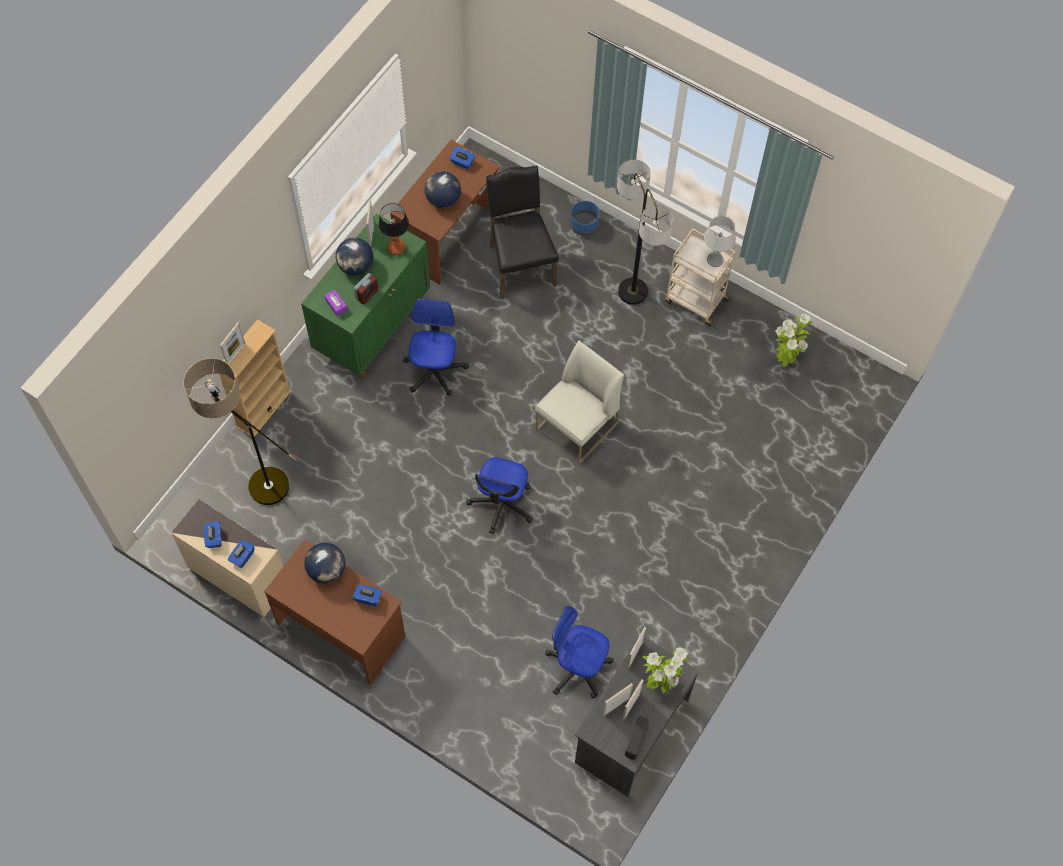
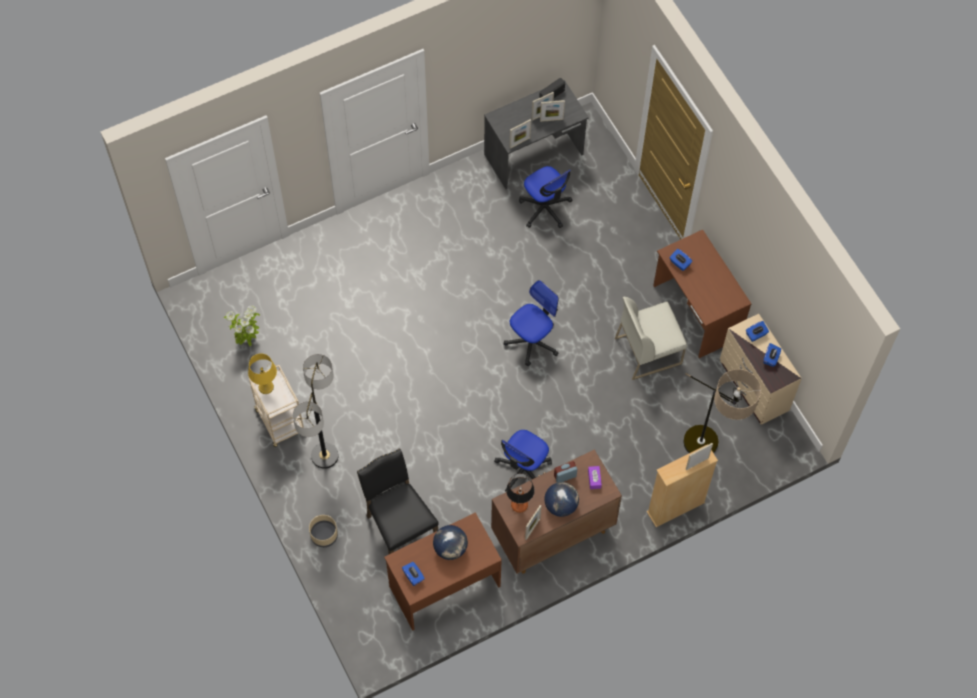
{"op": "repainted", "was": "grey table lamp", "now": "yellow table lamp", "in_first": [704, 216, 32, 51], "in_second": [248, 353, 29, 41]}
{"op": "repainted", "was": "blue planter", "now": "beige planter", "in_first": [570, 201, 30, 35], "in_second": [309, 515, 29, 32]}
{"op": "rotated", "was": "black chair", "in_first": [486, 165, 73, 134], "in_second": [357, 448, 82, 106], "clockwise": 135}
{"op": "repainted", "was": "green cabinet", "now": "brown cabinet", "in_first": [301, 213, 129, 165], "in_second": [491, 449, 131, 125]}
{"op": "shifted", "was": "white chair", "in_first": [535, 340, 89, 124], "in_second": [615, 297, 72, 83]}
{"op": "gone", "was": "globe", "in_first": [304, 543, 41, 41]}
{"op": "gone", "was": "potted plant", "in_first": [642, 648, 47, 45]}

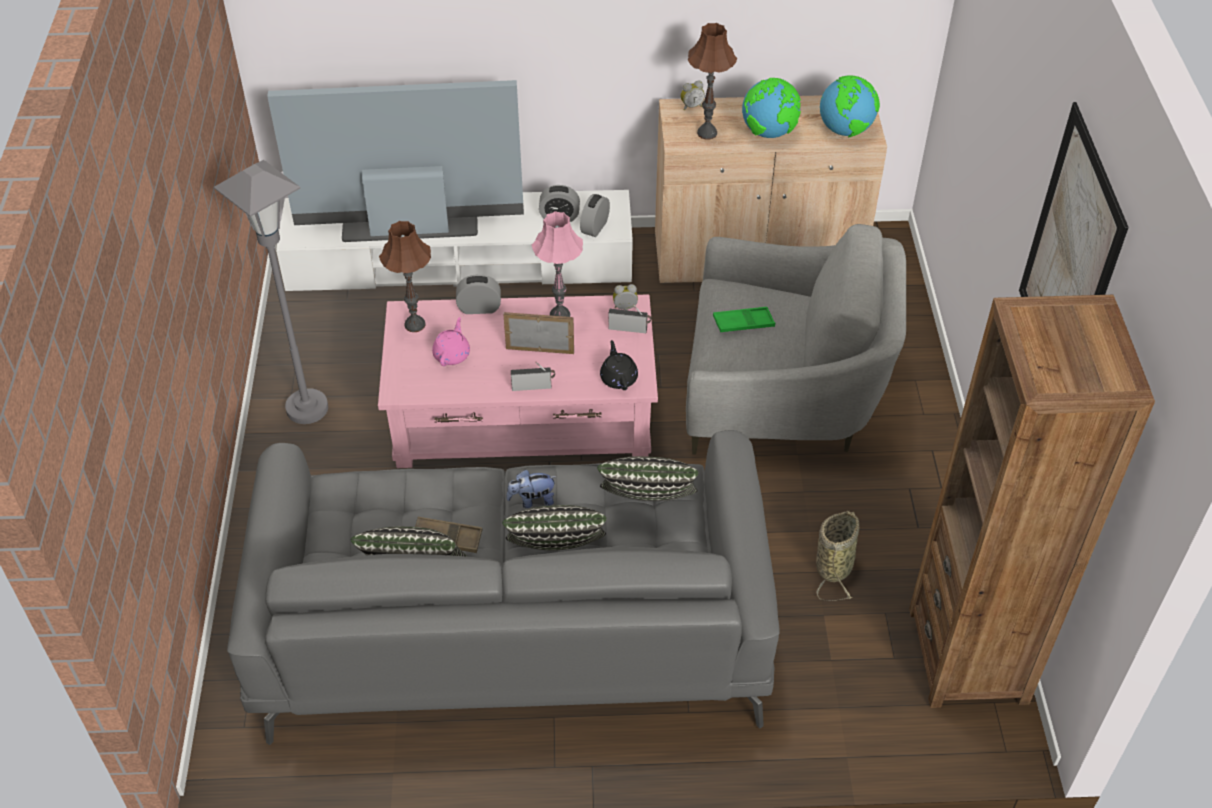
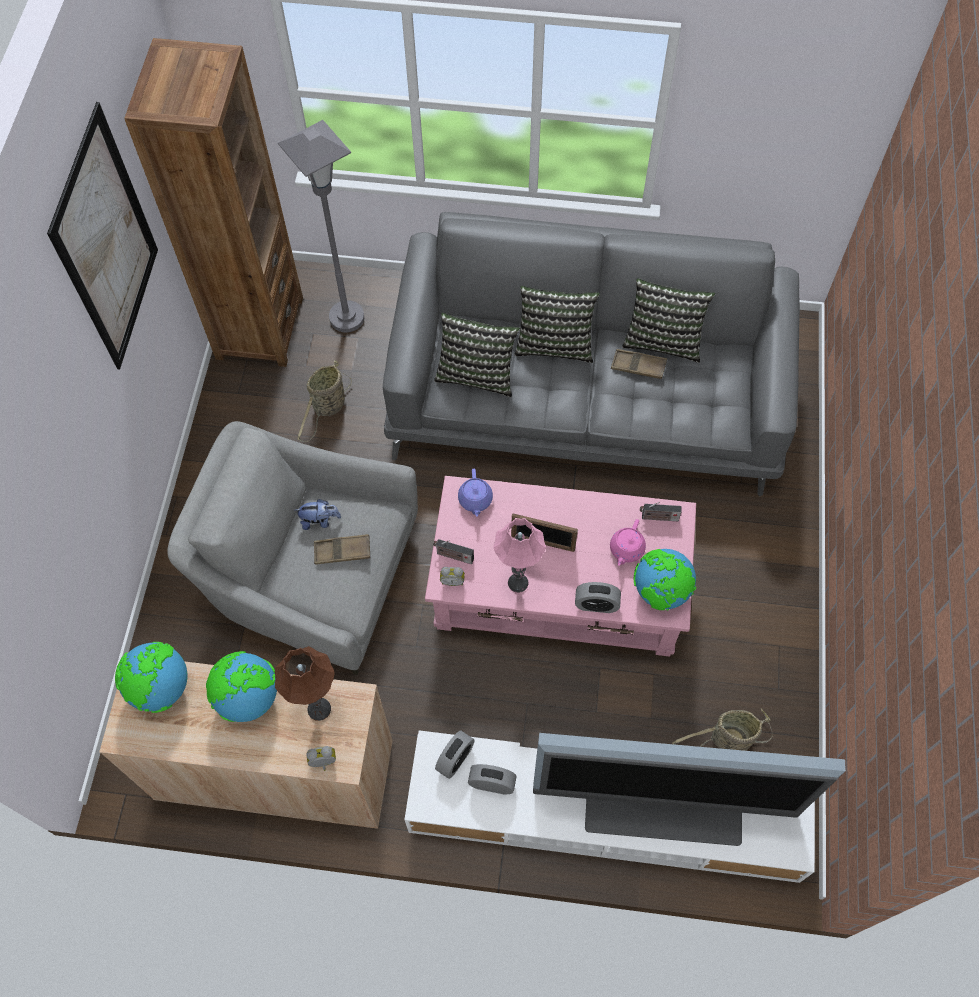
{"op": "shifted", "was": "grey floor lamp", "in_first": [214, 160, 114, 264], "in_second": [278, 120, 86, 212]}
{"op": "shifted", "was": "plush toy", "in_first": [507, 470, 50, 38], "in_second": [295, 499, 46, 31]}
{"op": "repainted", "was": "green tray", "now": "brown tray", "in_first": [713, 307, 62, 25], "in_second": [314, 534, 56, 31]}
{"op": "repainted", "was": "black teapot", "now": "purple teapot", "in_first": [600, 340, 38, 50], "in_second": [458, 469, 35, 48]}
{"op": "swapped", "was": "brown table lamp", "now": "globe", "in_first": [379, 221, 52, 111], "in_second": [634, 549, 63, 62]}
{"op": "shifted", "was": "radio", "in_first": [511, 362, 44, 29], "in_second": [640, 502, 42, 19]}
{"op": "new", "now": "basket", "in_second": [672, 709, 101, 42]}

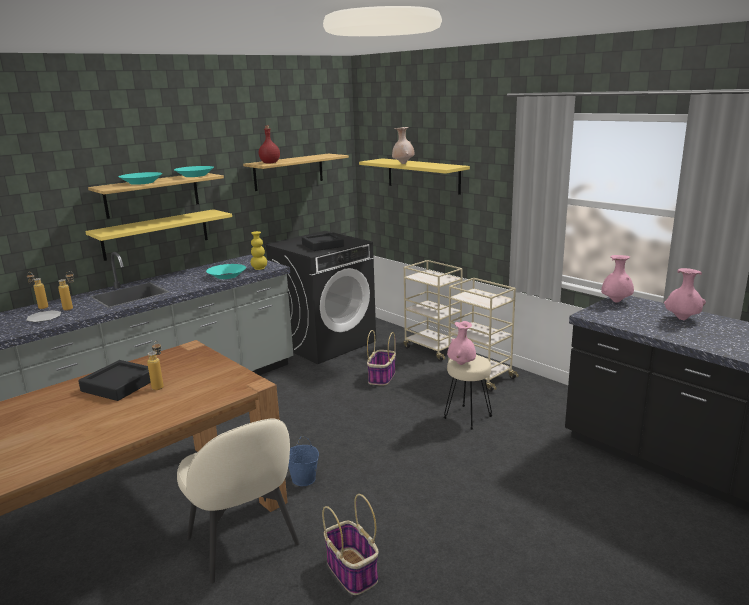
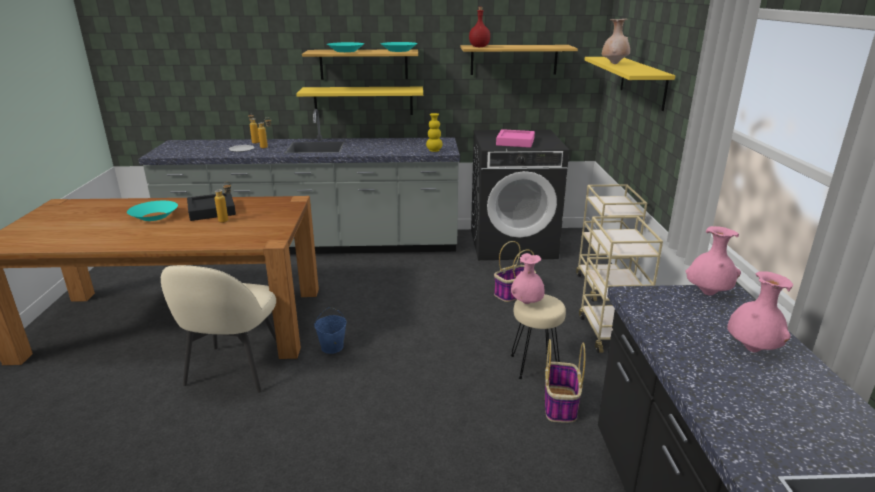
{"op": "shifted", "was": "turquoise bowl", "in_first": [206, 264, 40, 15], "in_second": [127, 201, 51, 20]}
{"op": "repainted", "was": "black tray", "now": "pink tray", "in_first": [302, 233, 42, 18], "in_second": [496, 129, 39, 19]}
{"op": "shifted", "was": "basket", "in_first": [322, 494, 57, 101], "in_second": [545, 339, 40, 84]}

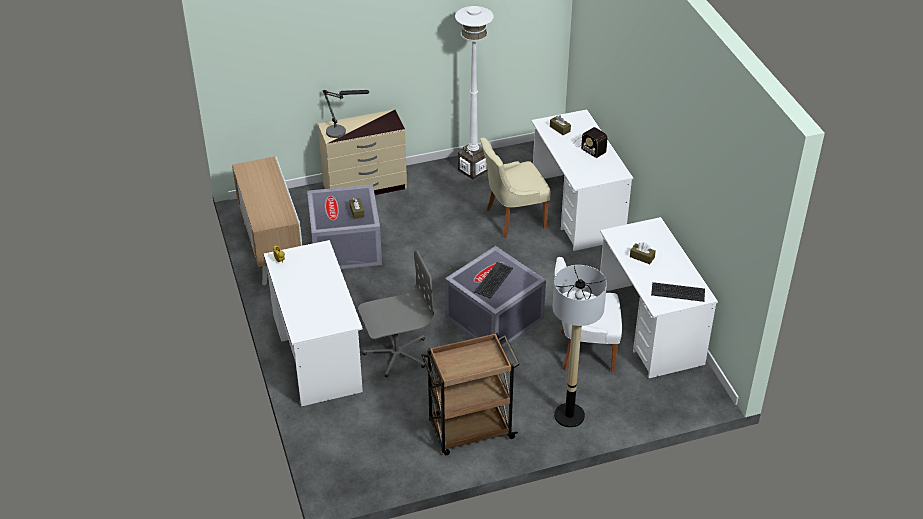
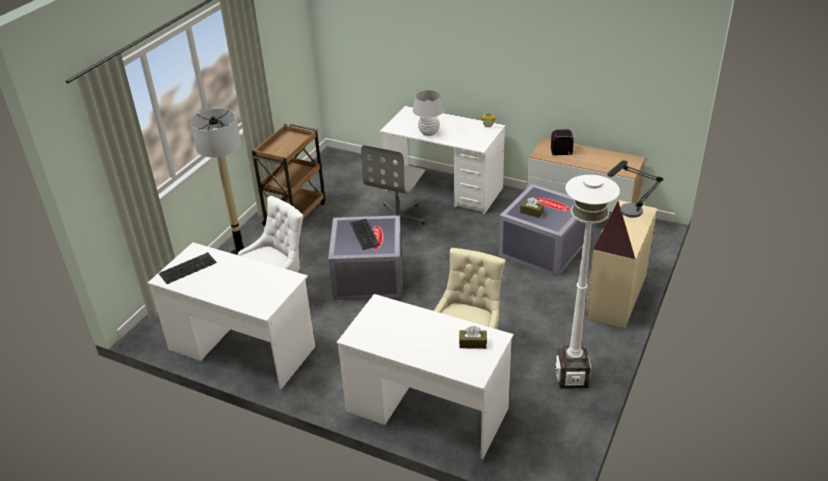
{"op": "new", "now": "white table lamp", "in_second": [413, 90, 31, 46]}
{"op": "shifted", "was": "radio", "in_first": [574, 127, 33, 31], "in_second": [551, 129, 35, 30]}
{"op": "gone", "was": "brown tissue box", "in_first": [630, 242, 26, 22]}

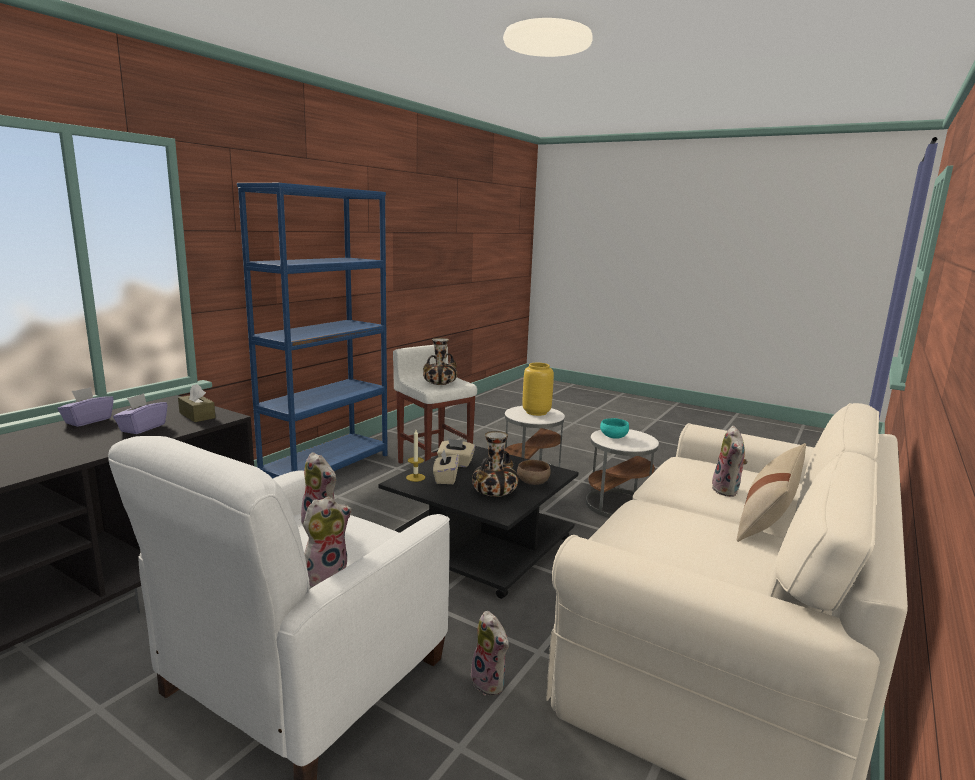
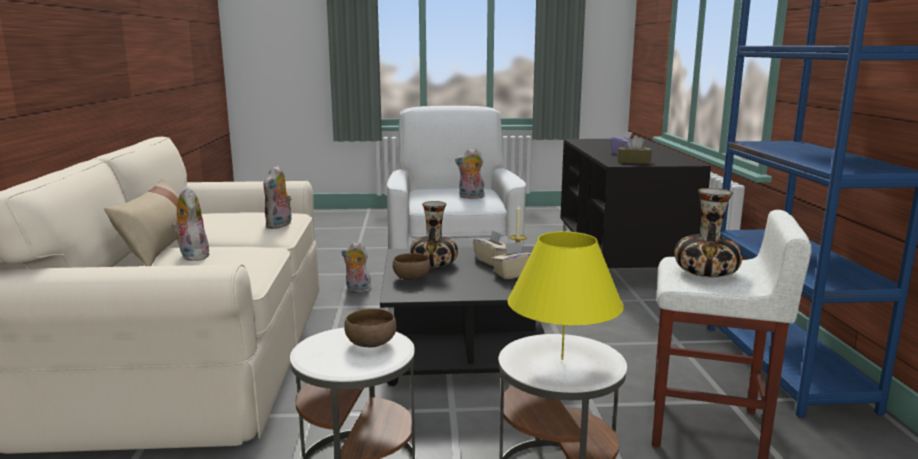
{"op": "shifted", "was": "plush toy", "in_first": [303, 496, 49, 92], "in_second": [263, 165, 29, 64]}
{"op": "repainted", "was": "turquoise bowl", "now": "brown bowl", "in_first": [600, 418, 29, 21], "in_second": [344, 308, 53, 39]}
{"op": "swapped", "was": "yellow vase", "now": "yellow table lamp", "in_first": [522, 363, 32, 53], "in_second": [508, 231, 116, 129]}
{"op": "gone", "was": "purple tissue box", "in_first": [58, 387, 56, 40]}

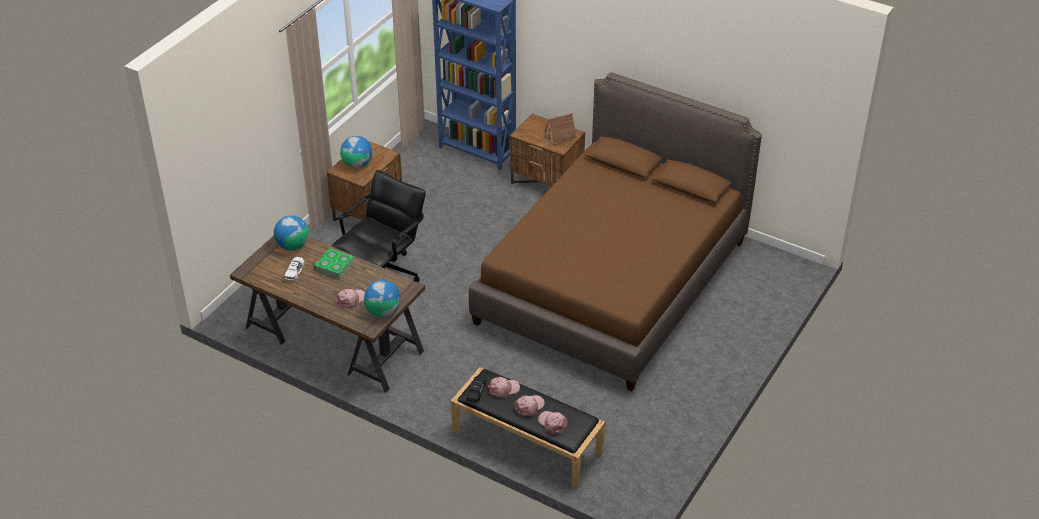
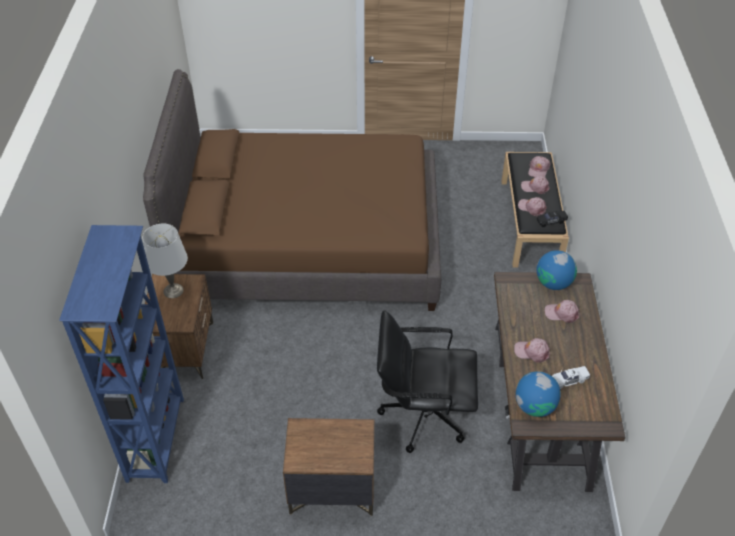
{"op": "swapped", "was": "toy house", "now": "white table lamp", "in_first": [541, 113, 35, 33], "in_second": [143, 224, 45, 74]}
{"op": "swapped", "was": "book", "now": "pink cap", "in_first": [314, 248, 41, 32], "in_second": [514, 338, 36, 25]}
{"op": "gone", "was": "globe", "in_first": [340, 136, 33, 32]}

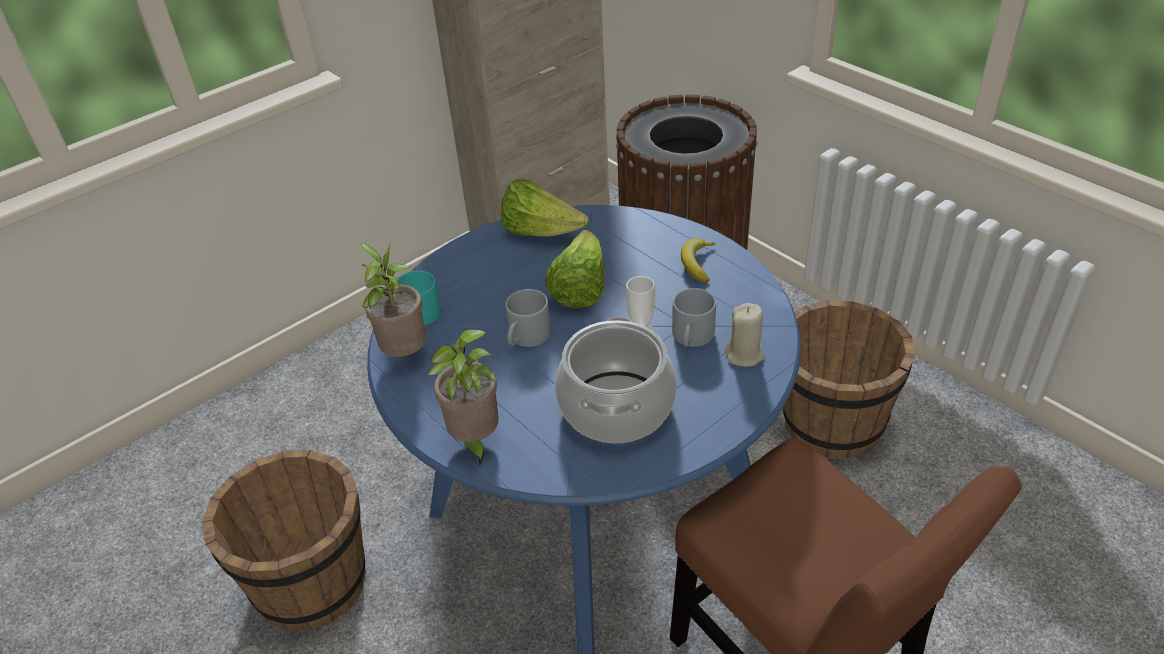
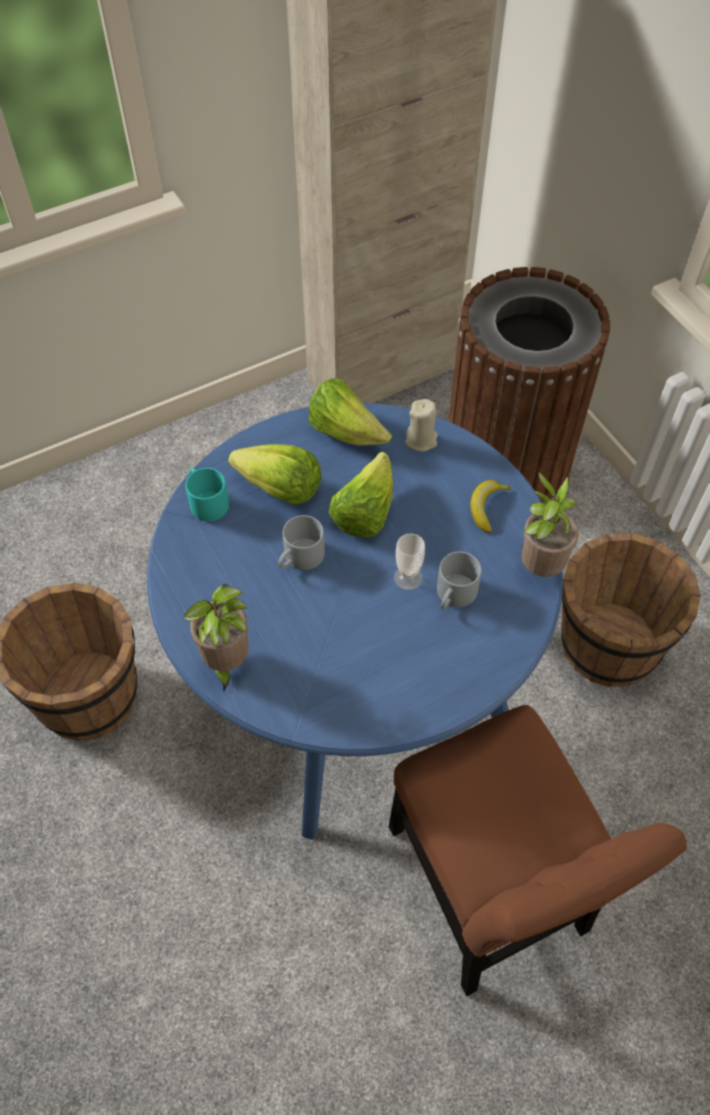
{"op": "new", "now": "lettuce", "in_second": [228, 444, 94, 61]}
{"op": "shifted", "was": "beige candle", "in_first": [725, 303, 40, 64], "in_second": [405, 399, 33, 53]}
{"op": "shifted", "was": "potted plant", "in_first": [361, 242, 65, 115], "in_second": [521, 471, 58, 106]}
{"op": "gone", "was": "cooking pot", "in_first": [555, 317, 121, 126]}

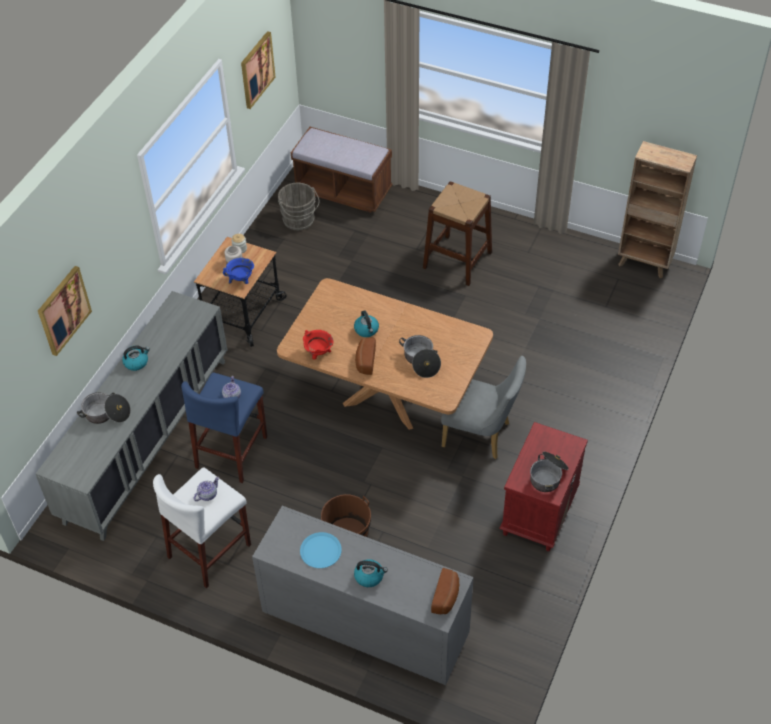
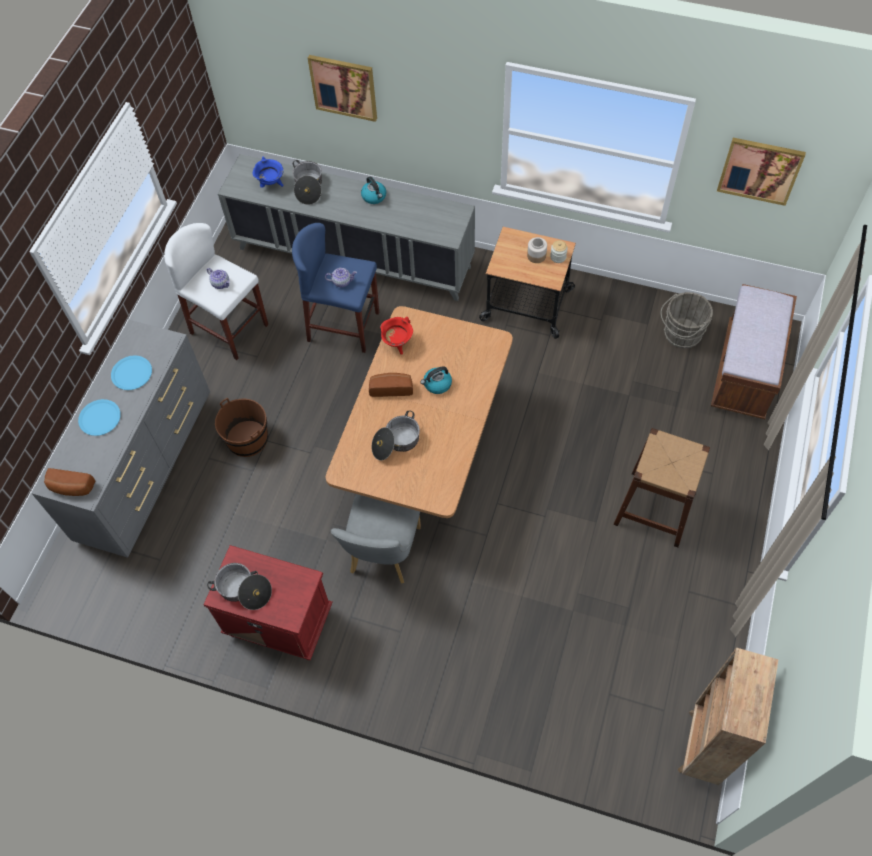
{"op": "swapped", "was": "kettle", "now": "blue plate", "in_first": [354, 559, 34, 28], "in_second": [78, 399, 43, 37]}
{"op": "shifted", "was": "blue cooking pot", "in_first": [223, 258, 31, 26], "in_second": [252, 157, 32, 31]}

